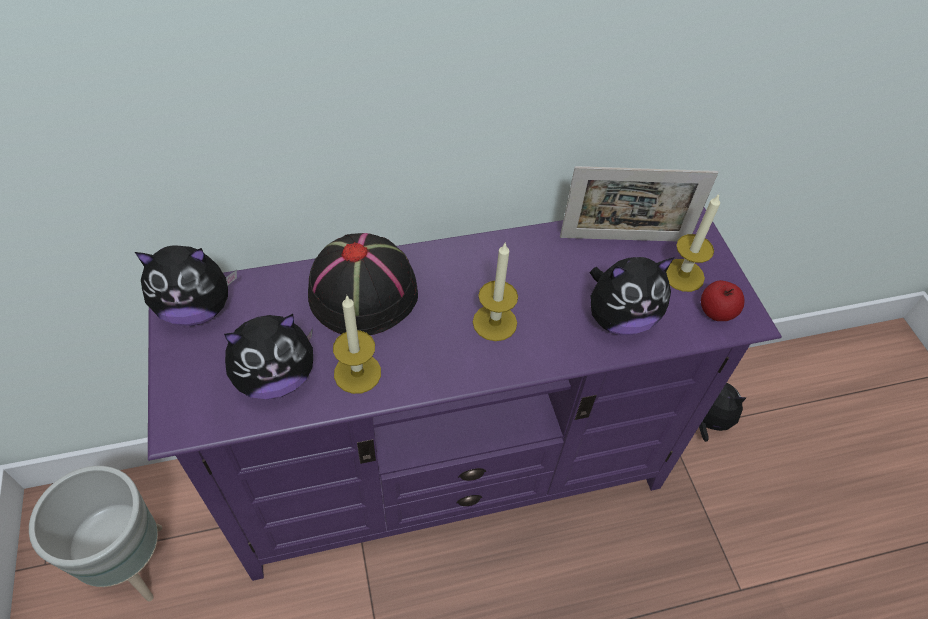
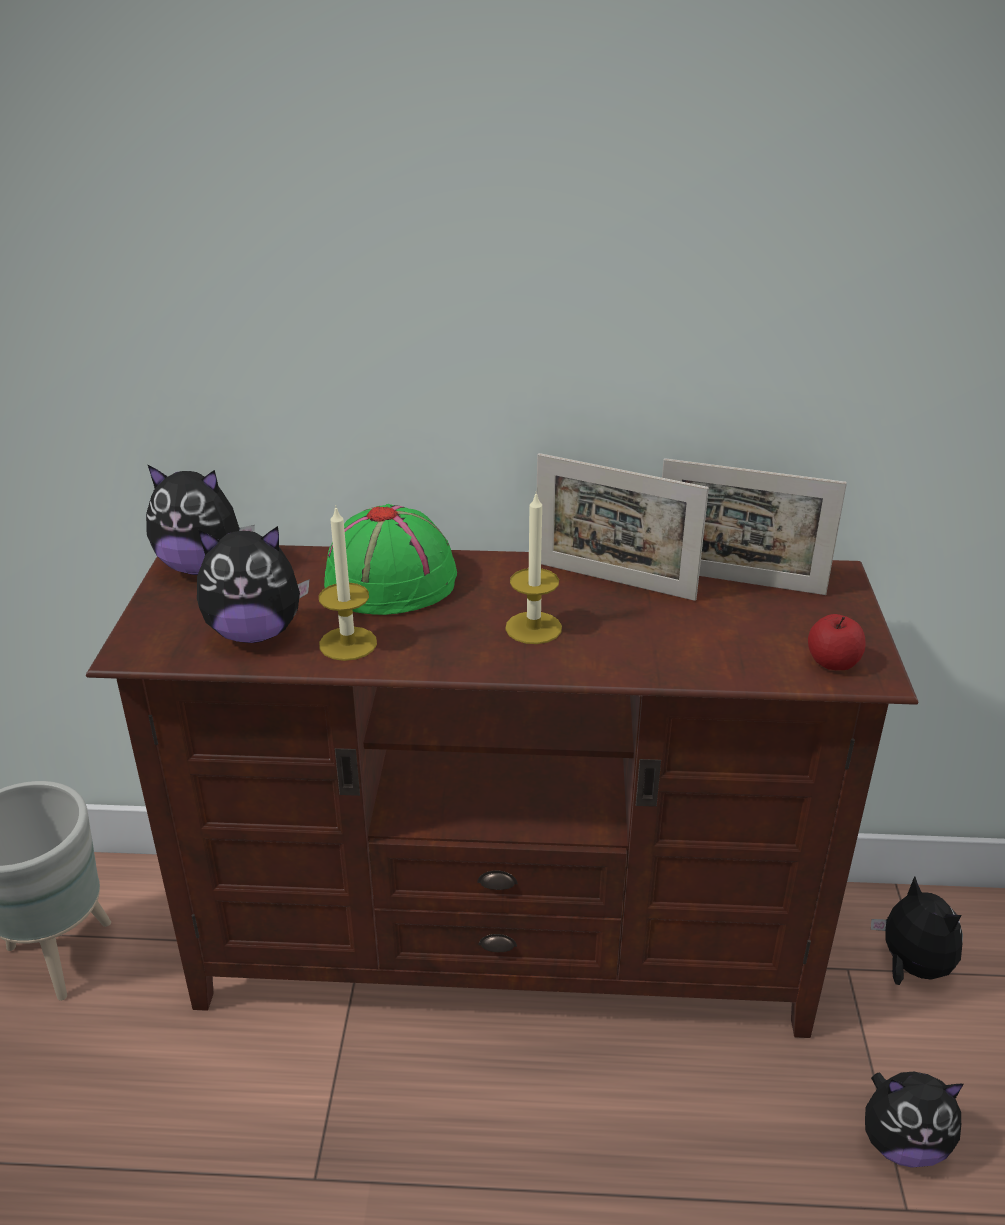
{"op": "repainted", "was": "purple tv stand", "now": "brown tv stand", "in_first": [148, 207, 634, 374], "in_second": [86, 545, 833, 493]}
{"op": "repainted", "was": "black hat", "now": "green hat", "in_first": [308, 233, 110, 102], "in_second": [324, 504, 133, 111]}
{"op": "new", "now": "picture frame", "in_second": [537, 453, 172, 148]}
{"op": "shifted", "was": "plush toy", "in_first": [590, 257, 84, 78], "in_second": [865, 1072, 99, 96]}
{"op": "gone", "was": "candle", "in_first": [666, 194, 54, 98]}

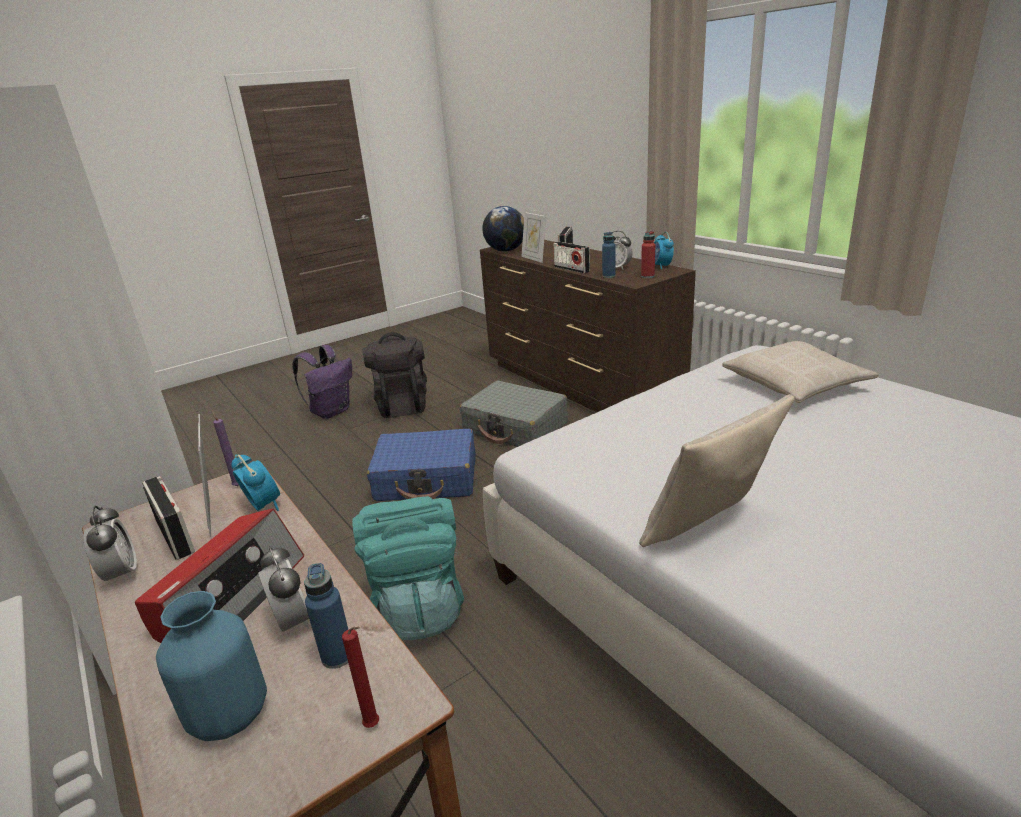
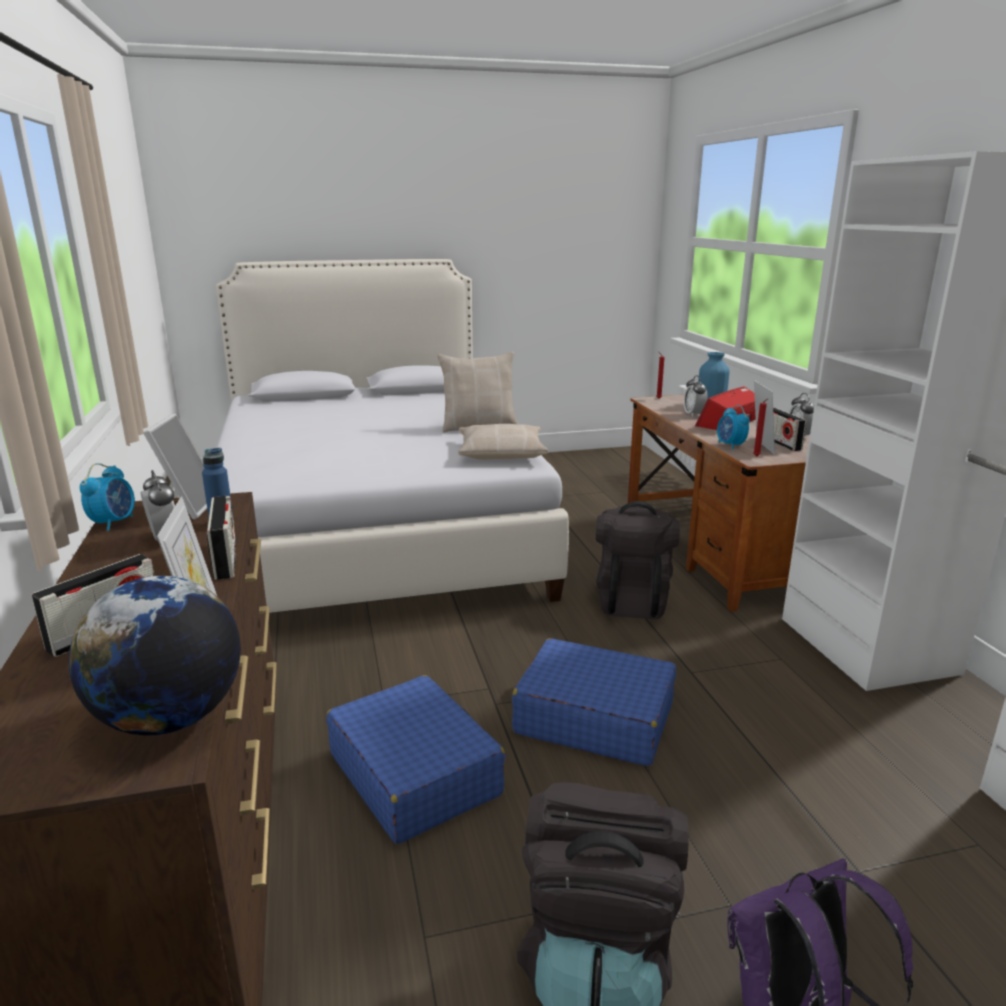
{"op": "swapped", "was": "red bottle", "now": "picture frame", "in_first": [641, 231, 14, 47], "in_second": [143, 414, 64, 105]}
{"op": "repainted", "was": "grey suitcase", "now": "blue suitcase", "in_first": [460, 380, 108, 67], "in_second": [326, 675, 180, 169]}
{"op": "shifted", "was": "beige pillow", "in_first": [722, 341, 157, 62], "in_second": [458, 424, 90, 36]}
{"op": "repainted", "was": "turquoise backpack", "now": "black backpack", "in_first": [352, 496, 112, 144], "in_second": [596, 501, 84, 118]}
{"op": "repainted", "was": "purple candle", "now": "red candle", "in_first": [212, 411, 27, 75], "in_second": [753, 399, 15, 57]}
{"op": "gone", "was": "blue bottle", "in_first": [304, 563, 44, 106]}

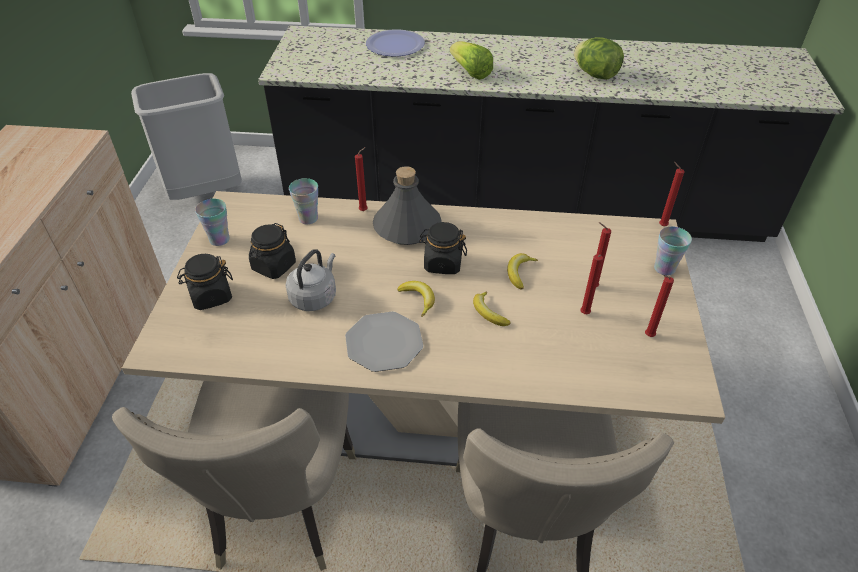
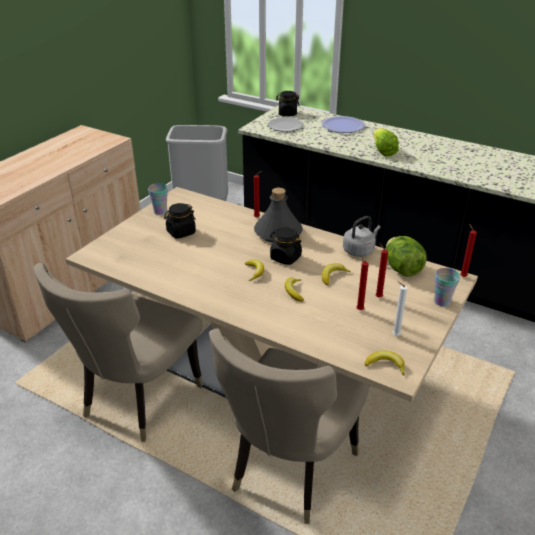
{"op": "shifted", "was": "plate", "in_first": [345, 311, 78, 61], "in_second": [267, 117, 37, 15]}
{"op": "shifted", "was": "black jar", "in_first": [177, 254, 56, 56], "in_second": [276, 91, 24, 25]}
{"op": "shifted", "was": "grey kettle", "in_first": [285, 249, 51, 62], "in_second": [343, 216, 38, 41]}
{"op": "new", "now": "banana", "in_second": [365, 351, 40, 25]}
{"op": "shifted", "was": "lettuce", "in_first": [573, 37, 51, 43], "in_second": [386, 236, 41, 41]}
{"op": "repainted", "was": "red candle", "now": "white candle", "in_first": [645, 275, 29, 62], "in_second": [392, 282, 15, 54]}
{"op": "gone", "was": "cup", "in_first": [289, 178, 29, 47]}

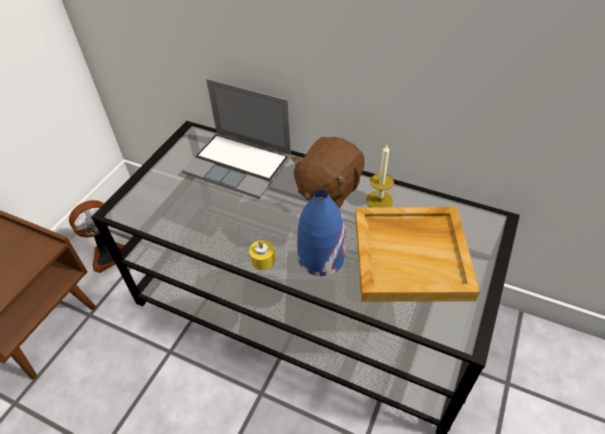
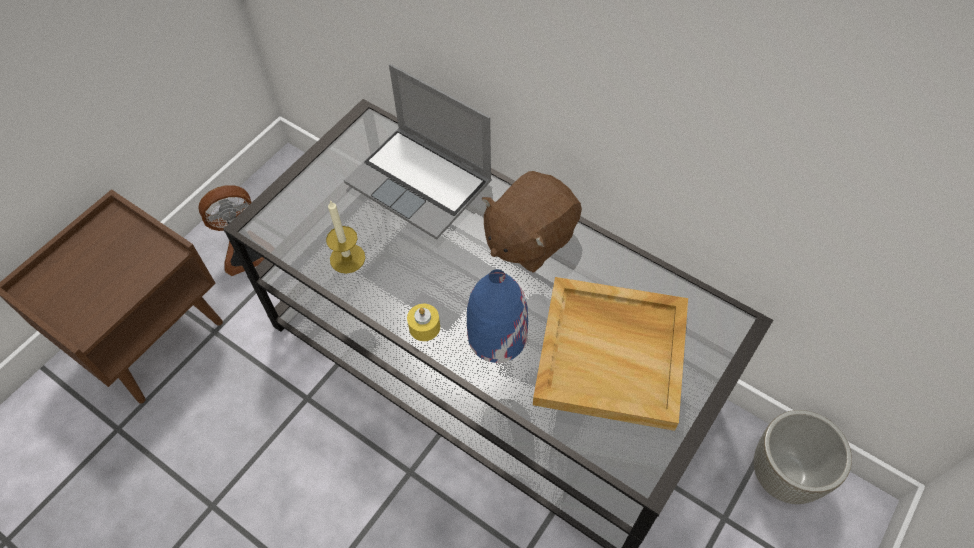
{"op": "shifted", "was": "candle", "in_first": [366, 145, 28, 63], "in_second": [326, 200, 39, 74]}
{"op": "new", "now": "grey planter", "in_second": [754, 410, 98, 94]}

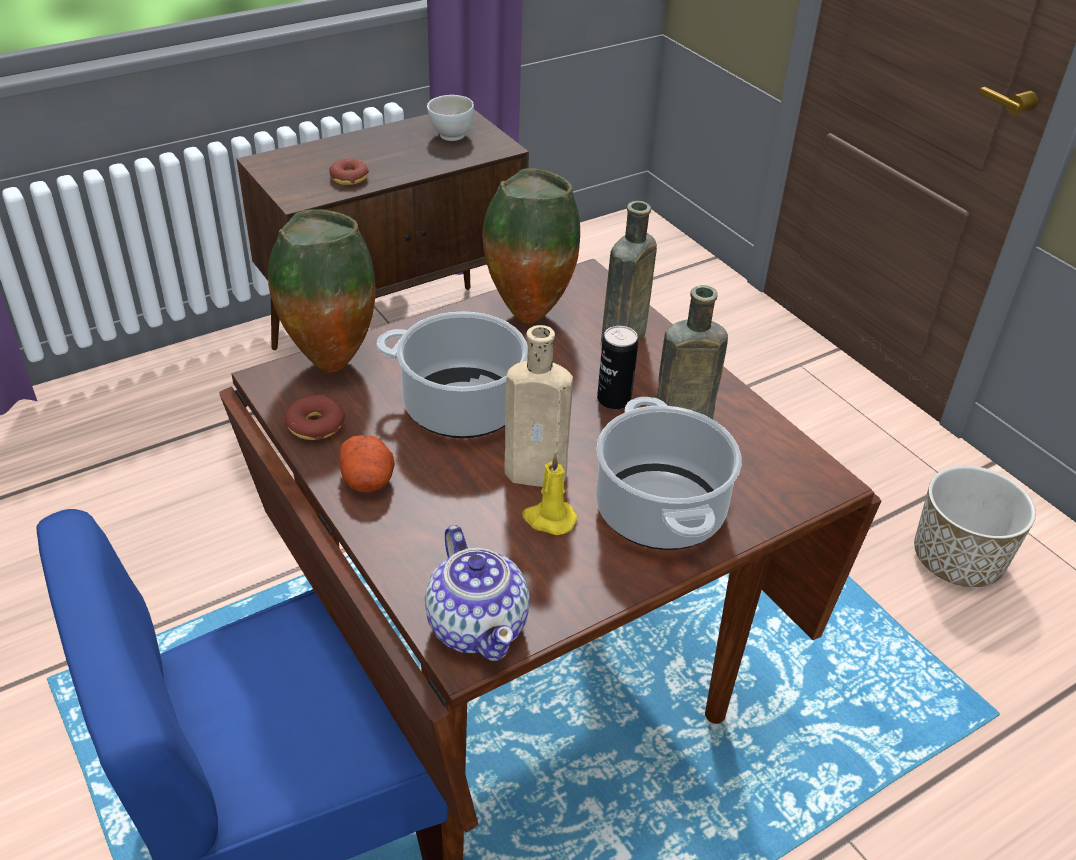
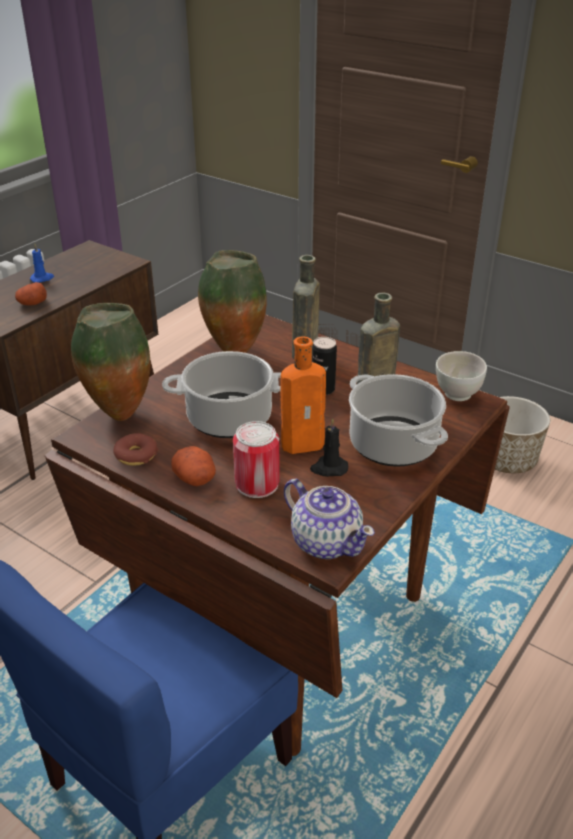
{"op": "swapped", "was": "donut", "now": "potato", "in_first": [329, 158, 40, 27], "in_second": [15, 282, 32, 23]}
{"op": "new", "now": "blue candle", "in_second": [30, 243, 24, 40]}
{"op": "new", "now": "can", "in_second": [233, 421, 47, 77]}
{"op": "repainted", "was": "beige bottle", "now": "orange bottle", "in_first": [505, 325, 68, 162], "in_second": [280, 336, 46, 118]}
{"op": "repainted", "was": "yellow candle", "now": "black candle", "in_first": [522, 453, 55, 82], "in_second": [310, 418, 38, 59]}
{"op": "shifted", "was": "white bowl", "in_first": [427, 95, 47, 46], "in_second": [436, 351, 51, 50]}

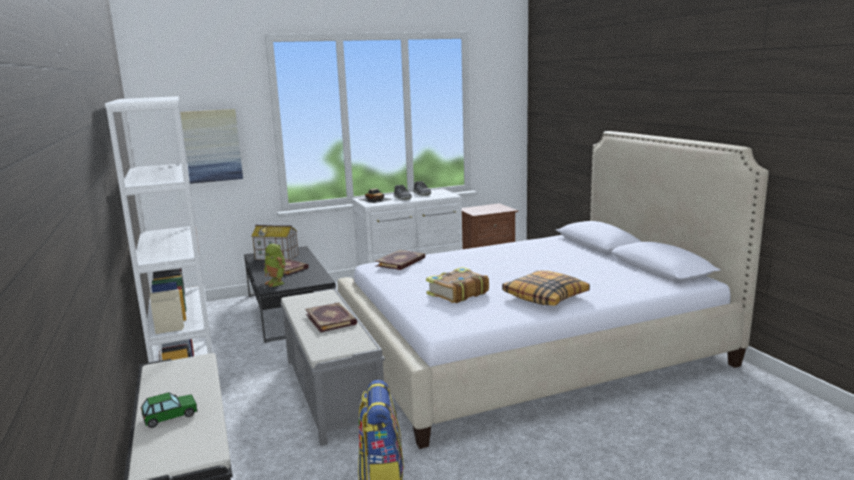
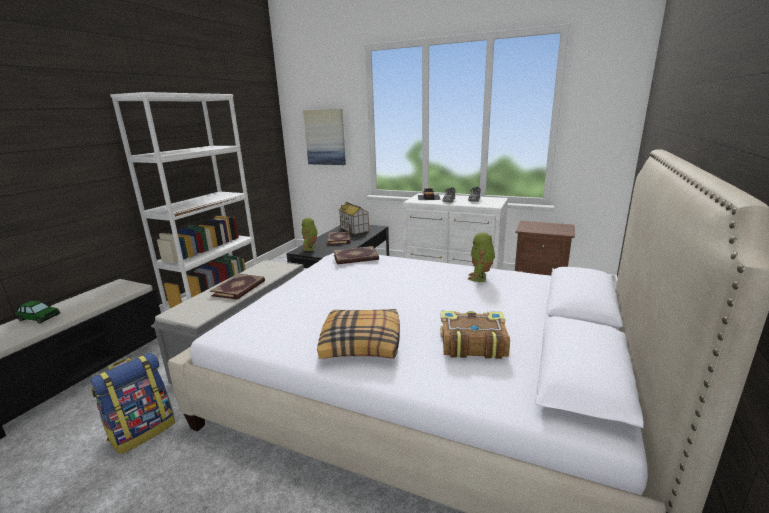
{"op": "shifted", "was": "book", "in_first": [426, 267, 63, 36], "in_second": [440, 311, 70, 48]}
{"op": "new", "now": "toy robot", "in_second": [468, 232, 27, 50]}

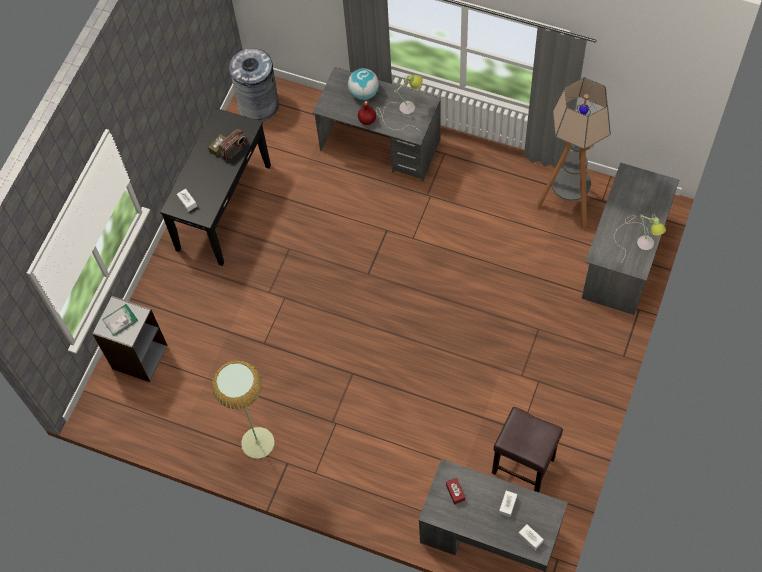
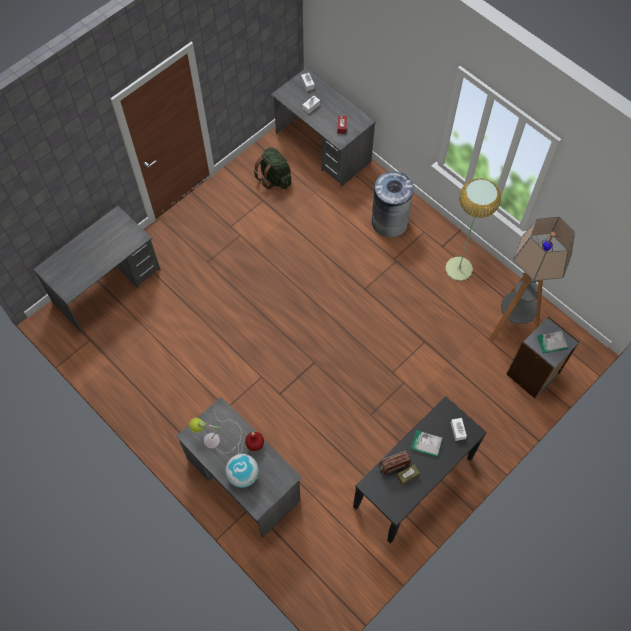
{"op": "swapped", "was": "brown stool", "now": "green backpack", "in_first": [492, 407, 71, 85], "in_second": [254, 147, 38, 42]}
{"op": "shifted", "was": "grey trash can", "in_first": [229, 48, 50, 74], "in_second": [372, 171, 42, 67]}
{"op": "new", "now": "book", "in_second": [411, 430, 31, 27]}
{"op": "shifted", "was": "floor lamp", "in_first": [537, 77, 74, 152], "in_second": [489, 217, 86, 125]}
{"op": "gone", "was": "table lamp", "in_first": [614, 214, 52, 49]}

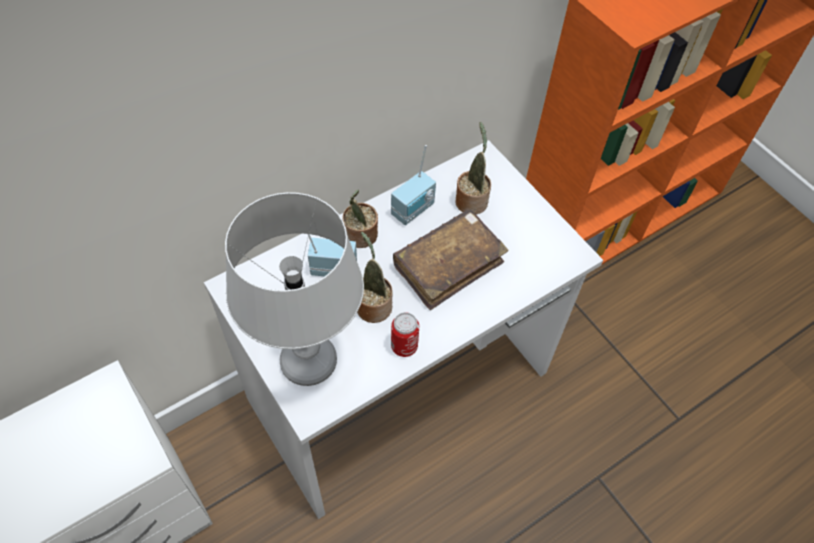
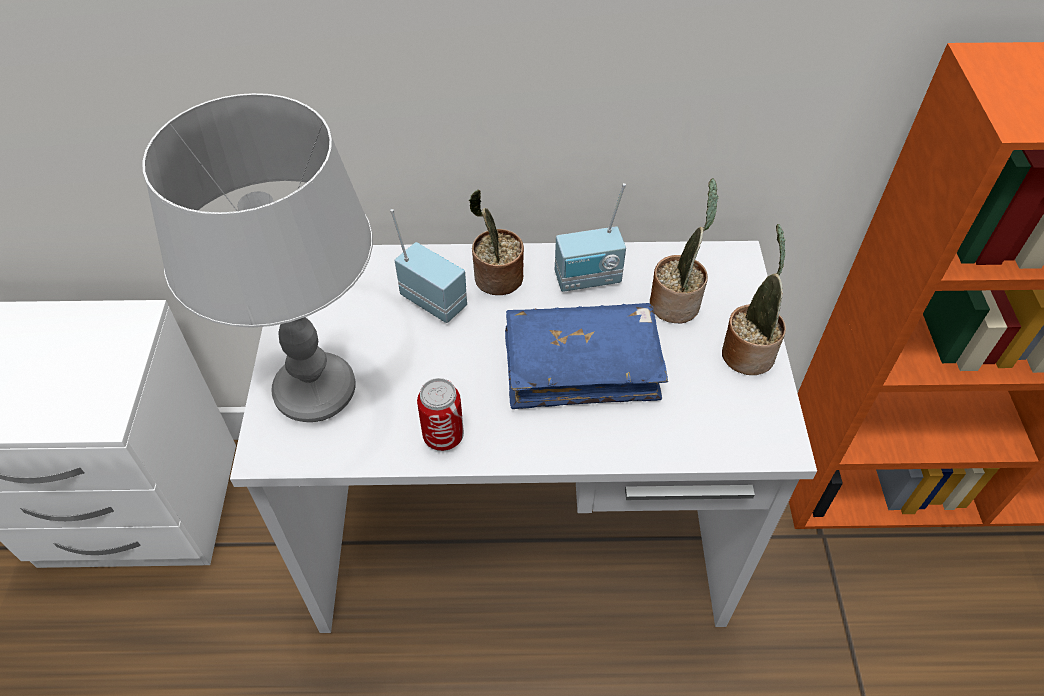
{"op": "repainted", "was": "brown book", "now": "blue book", "in_first": [393, 210, 115, 100], "in_second": [505, 303, 163, 106]}
{"op": "shifted", "was": "potted plant", "in_first": [357, 232, 36, 91], "in_second": [722, 224, 64, 151]}

